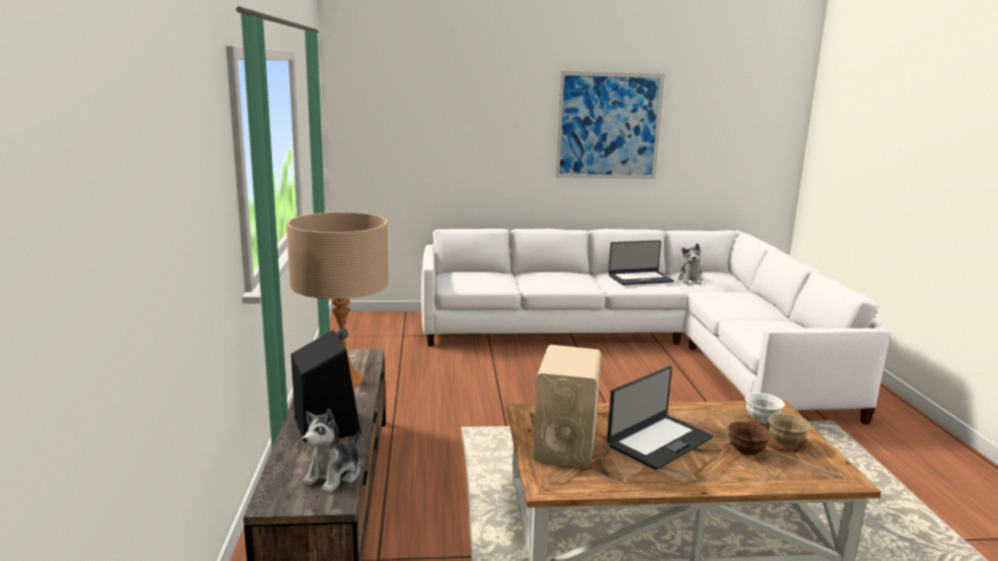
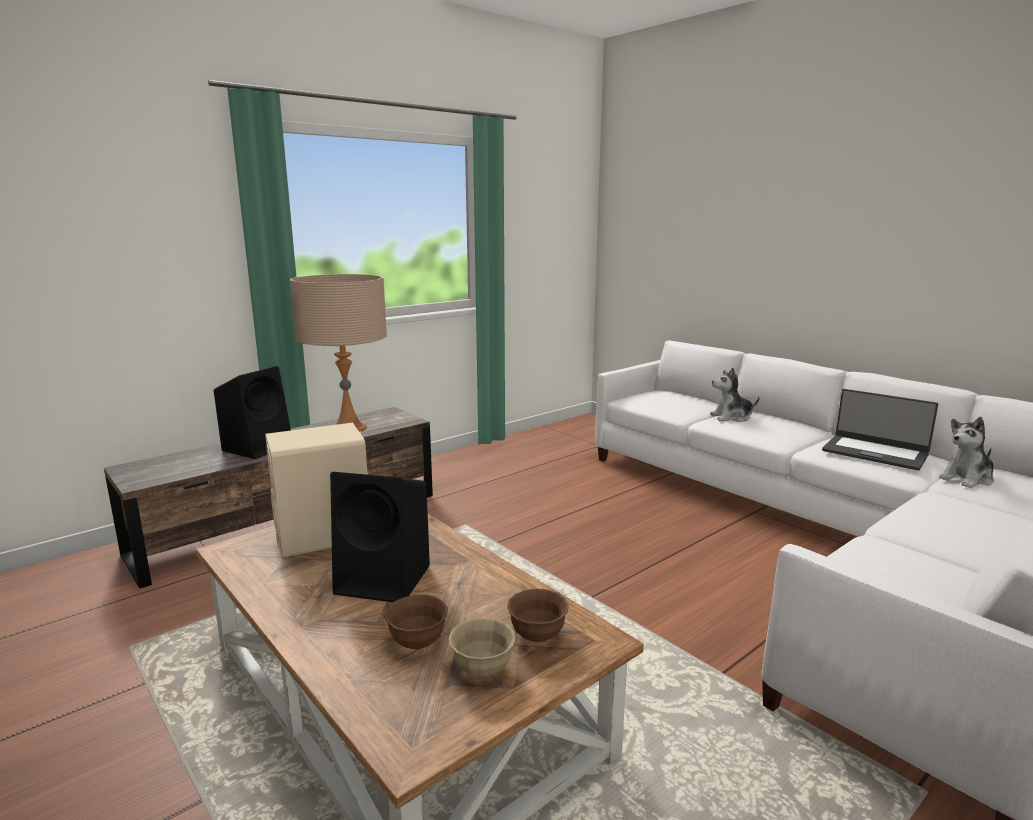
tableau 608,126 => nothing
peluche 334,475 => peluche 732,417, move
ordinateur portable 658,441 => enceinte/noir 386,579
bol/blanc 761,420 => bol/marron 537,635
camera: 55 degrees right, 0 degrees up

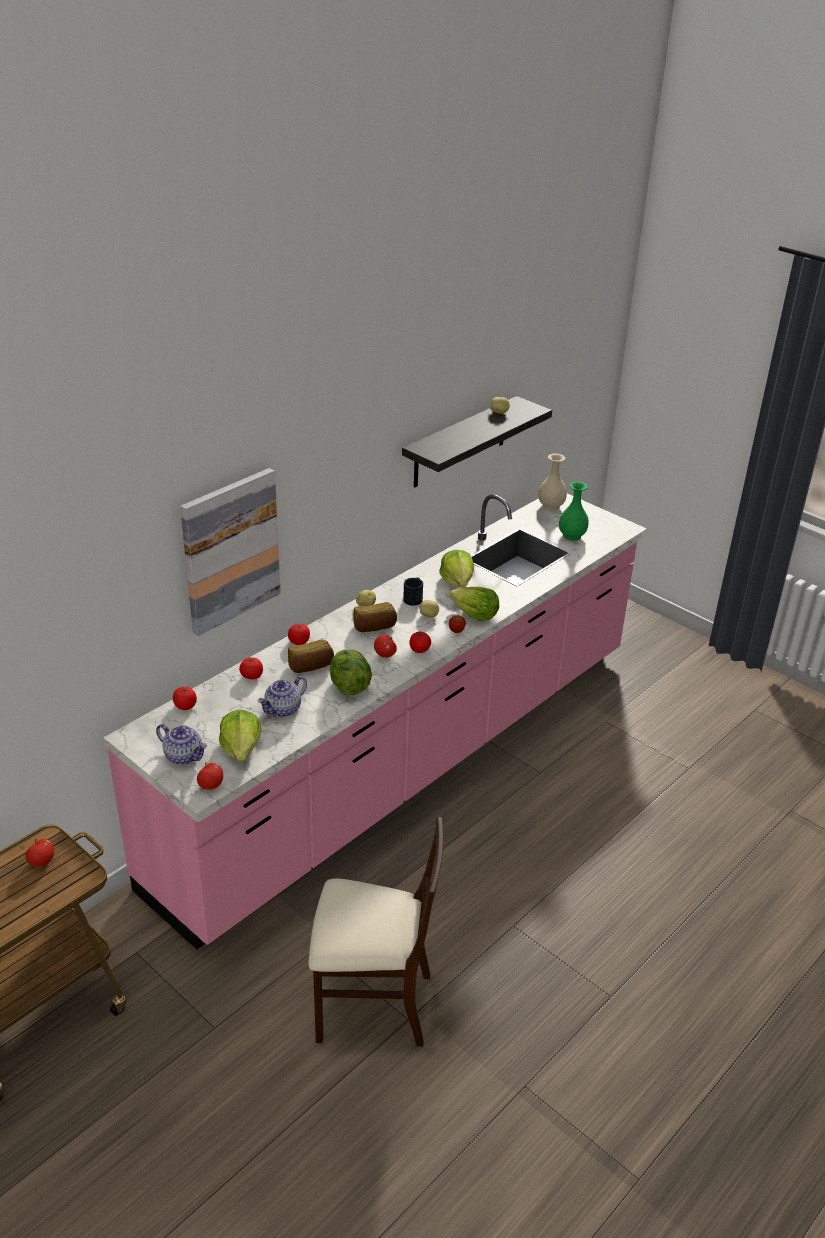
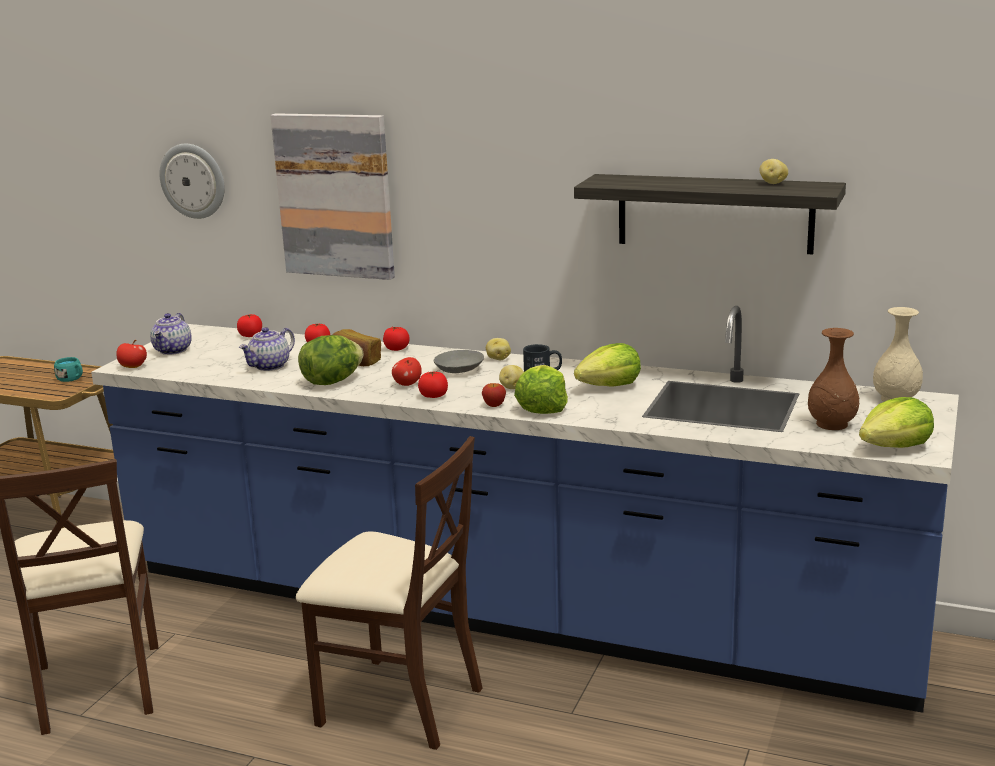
nothing => horloge murale 193,180
nothing => chaise/beige 399,703
laitue 241,748 => laitue 895,447, move
pomme 42,862 => mug/turquoise 72,379
pain 374,627 => bol/gris 458,370
comptoir de cuisine/rose 407,763 => comptoir de cuisine/bleu 506,610
vase/vert 572,536 => vase/marron 831,424
théière 283,709 => théière 270,366, 75 degrees counterclockwise
camera: 70 degrees right, 15 degrees down

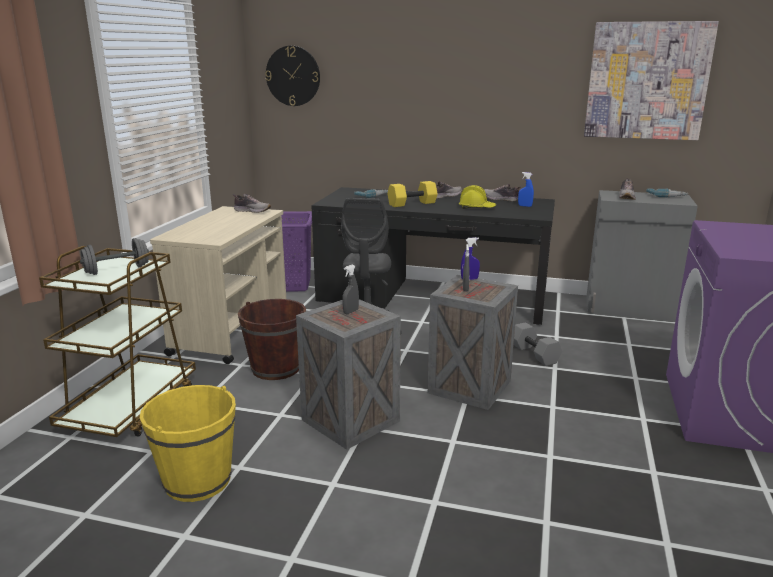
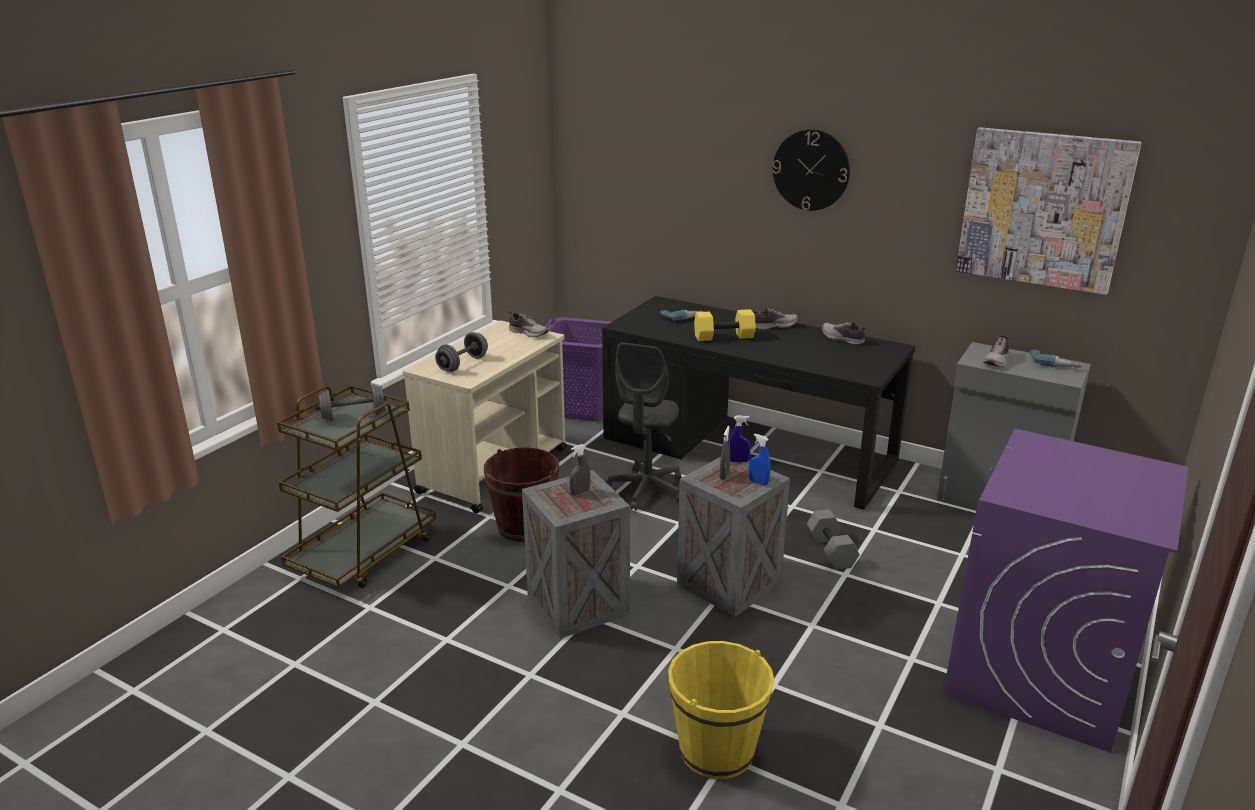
casque de chantier/jaune 476,208 => nothing
nothing => haltère/gris 463,364
seau/jaune 197,480 => seau/jaune 716,750, move
horloge murale 293,76 => horloge murale 811,170, move
vaporisateur/bleu 525,206 => vaporisateur/bleu 758,482, move
camera: 15 degrees right, 5 degrees up

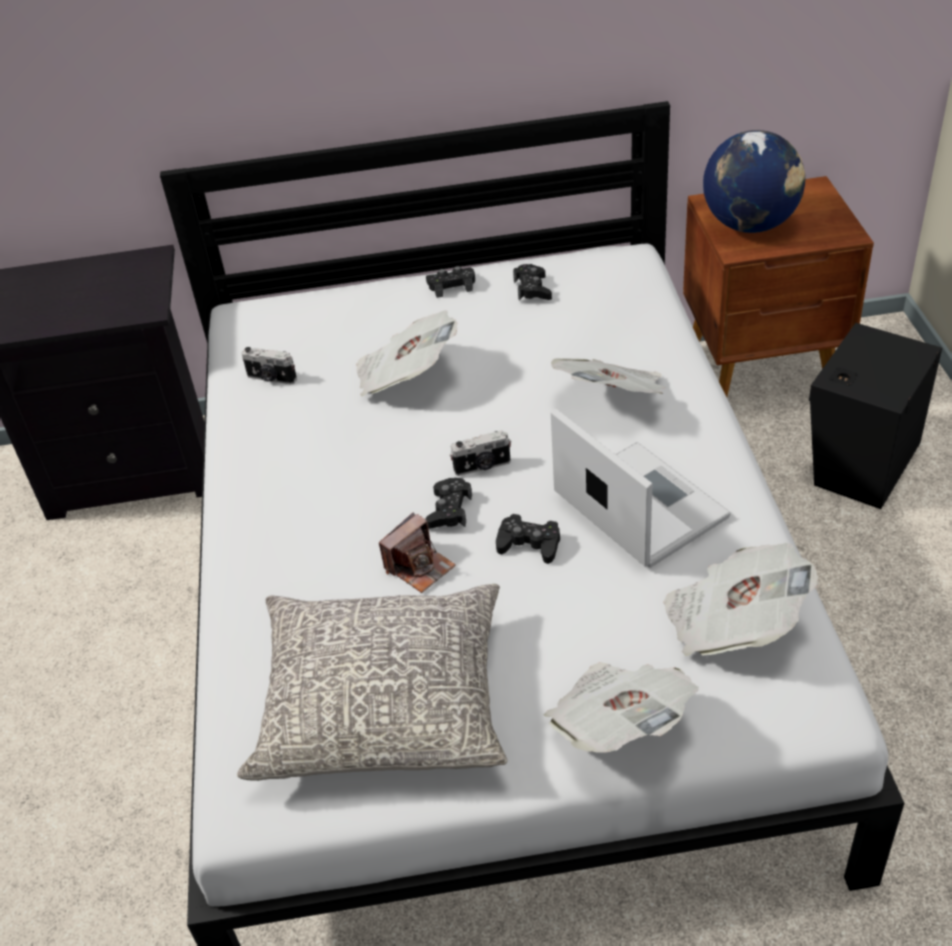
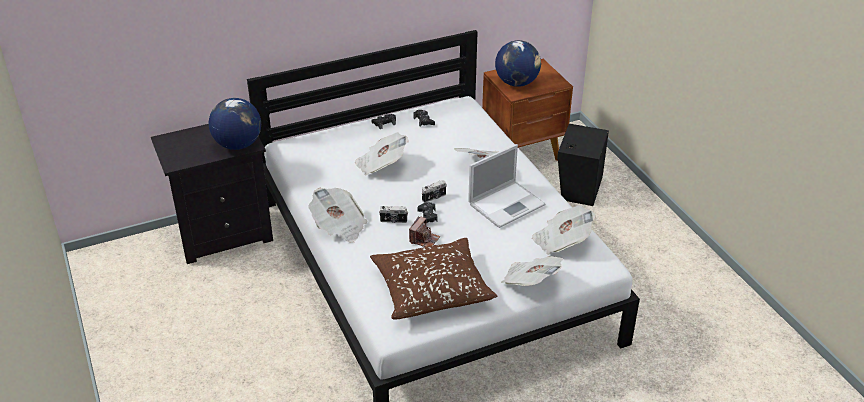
manette/noir 529,544 => nothing
nothing => globe 238,145
nothing => journal 339,226
appareil photo 271,378 => appareil photo 393,221, move
coussin/gris 383,701 => coussin/marron 432,289
ordinateur portable 637,504 => ordinateur portable 507,204, 105 degrees clockwise
camera: 20 degrees left, 5 degrees down

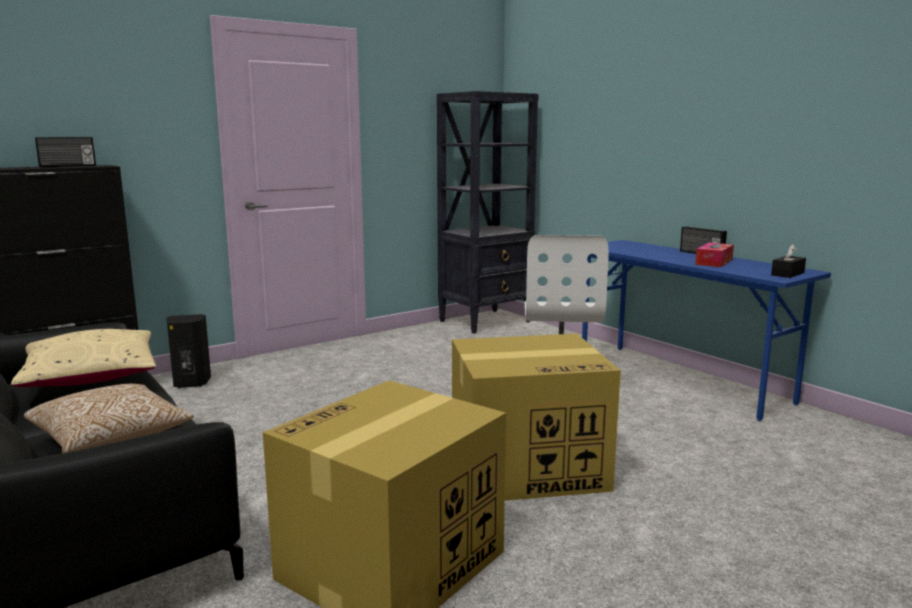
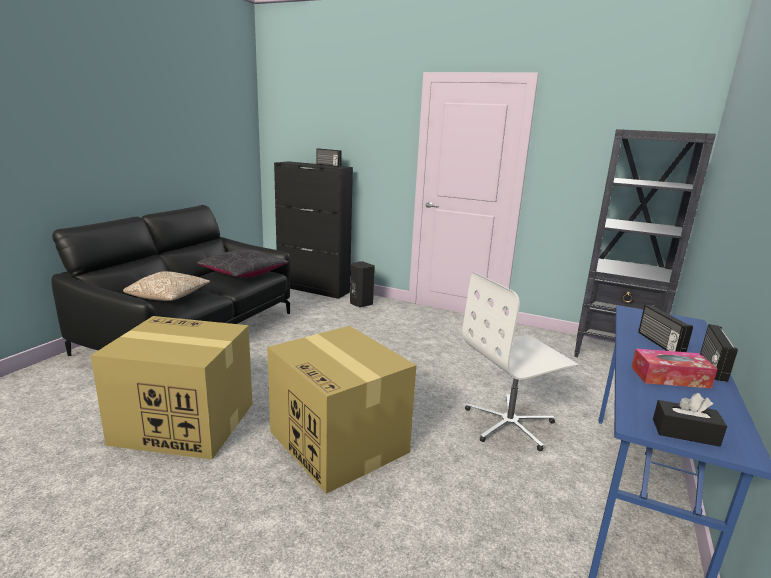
nothing => radio 659,343
coussin/beige 91,377 => coussin/noir 243,273
camera: 60 degrees right, 5 degrees up

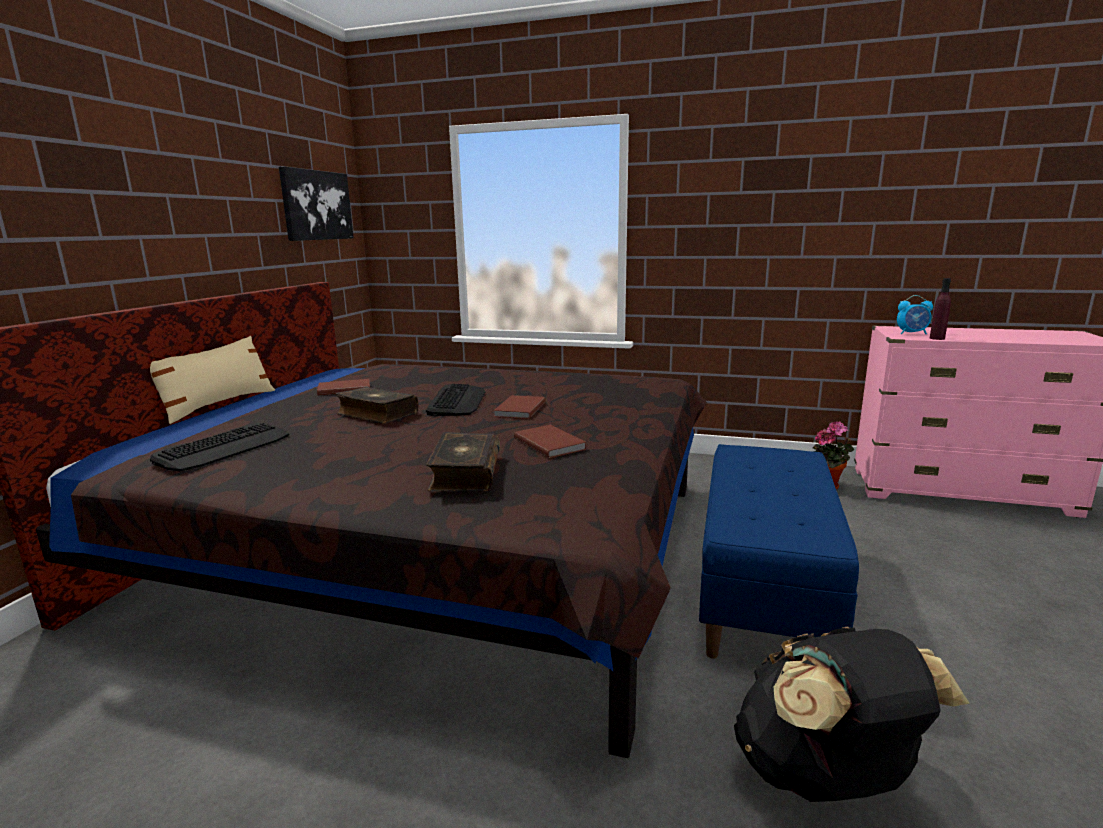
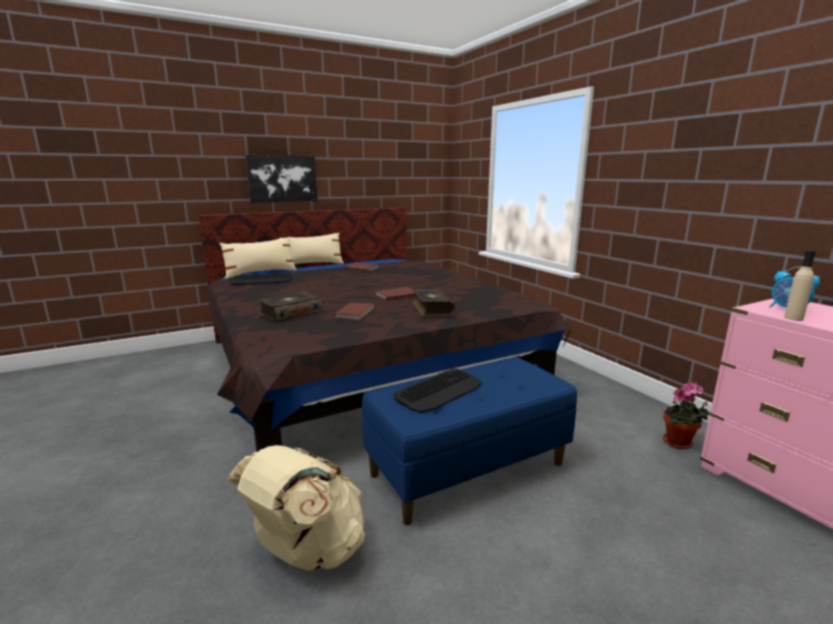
nothing => coussin/beige 260,273
tableau 316,205 => tableau 282,178, move
livre 376,414 => livre 431,309, move
clavier 457,401 => clavier 439,391, move
sac à dos/noir 825,777 => sac à dos/beige 307,550
bouteille/violet 937,338 => bouteille/beige 793,318
camera: 45 degrees right, 0 degrees up

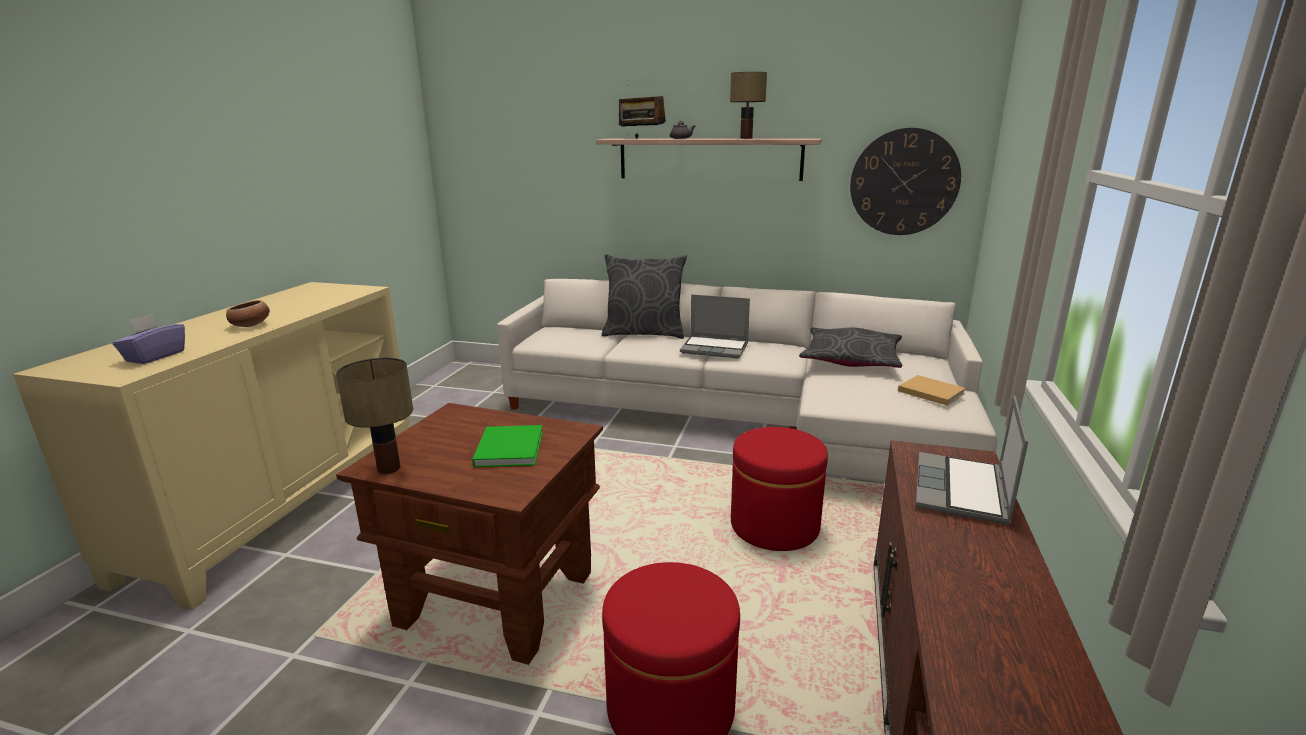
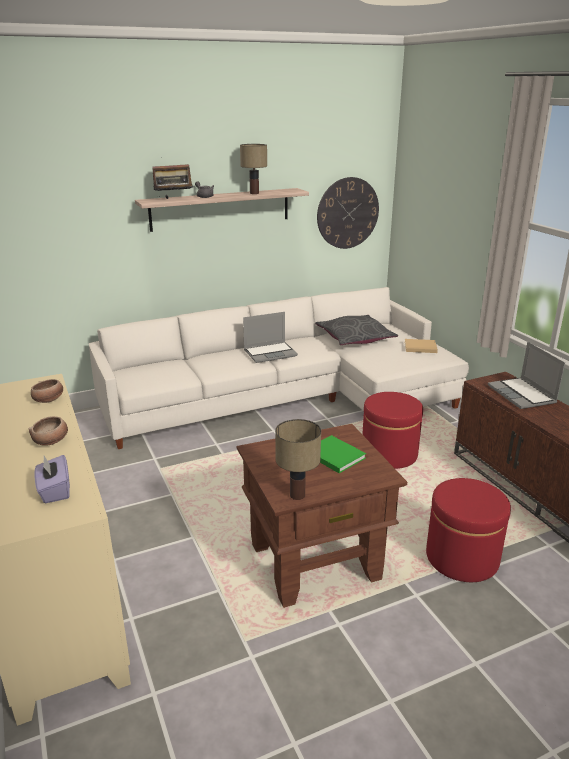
coussin/gris 644,333 => nothing
nothing => bol 49,400
camera: 40 degrees left, 5 degrees up

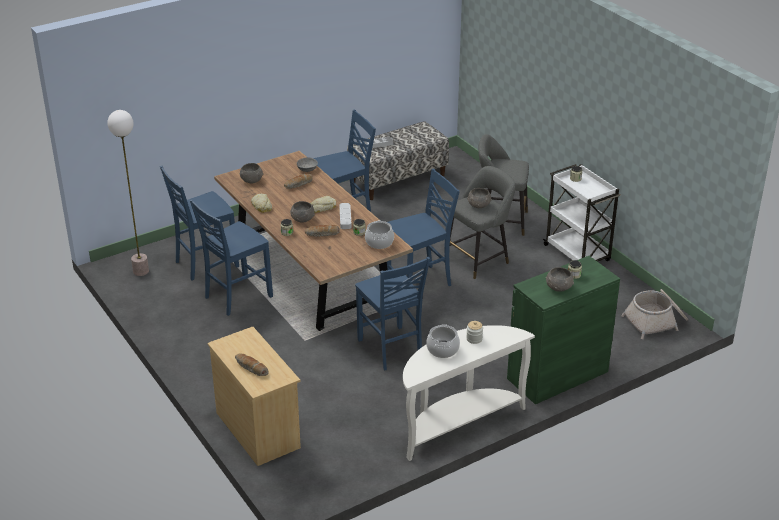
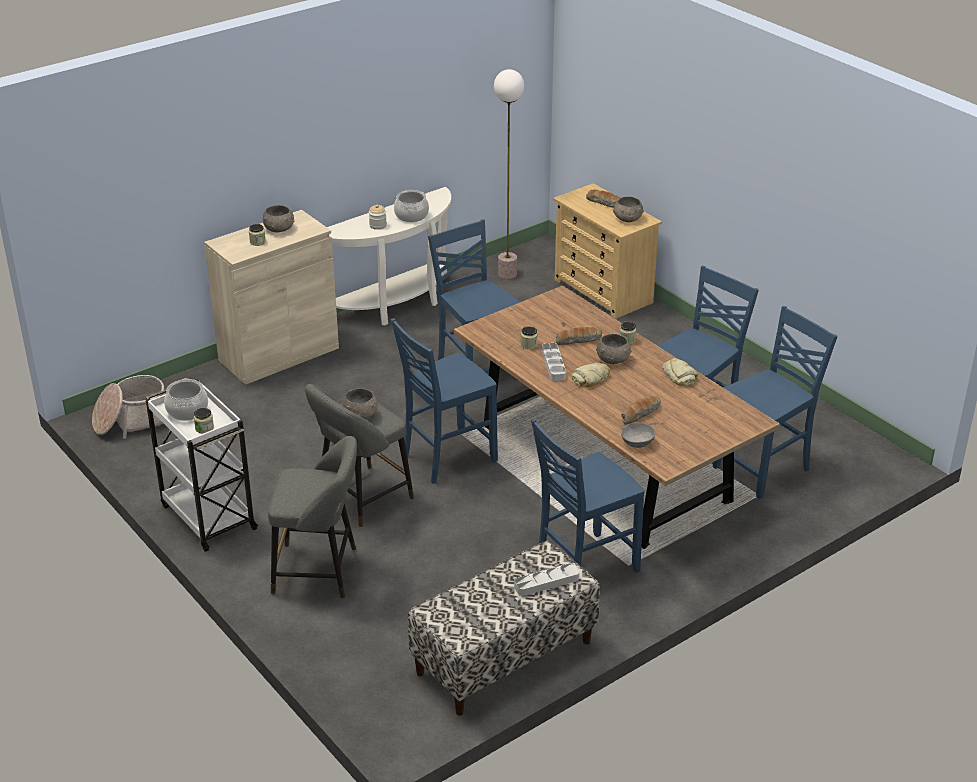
lampadaire 141,271 => lampadaire 507,274, move
bol/gris 251,180 => bol/gris 627,219, move
marmite 379,242 => marmite 187,410, move
meuble de rangement/vert 557,375 => meuble de rangement/beige 279,354
camera: 175 degrees right, 0 degrees up

